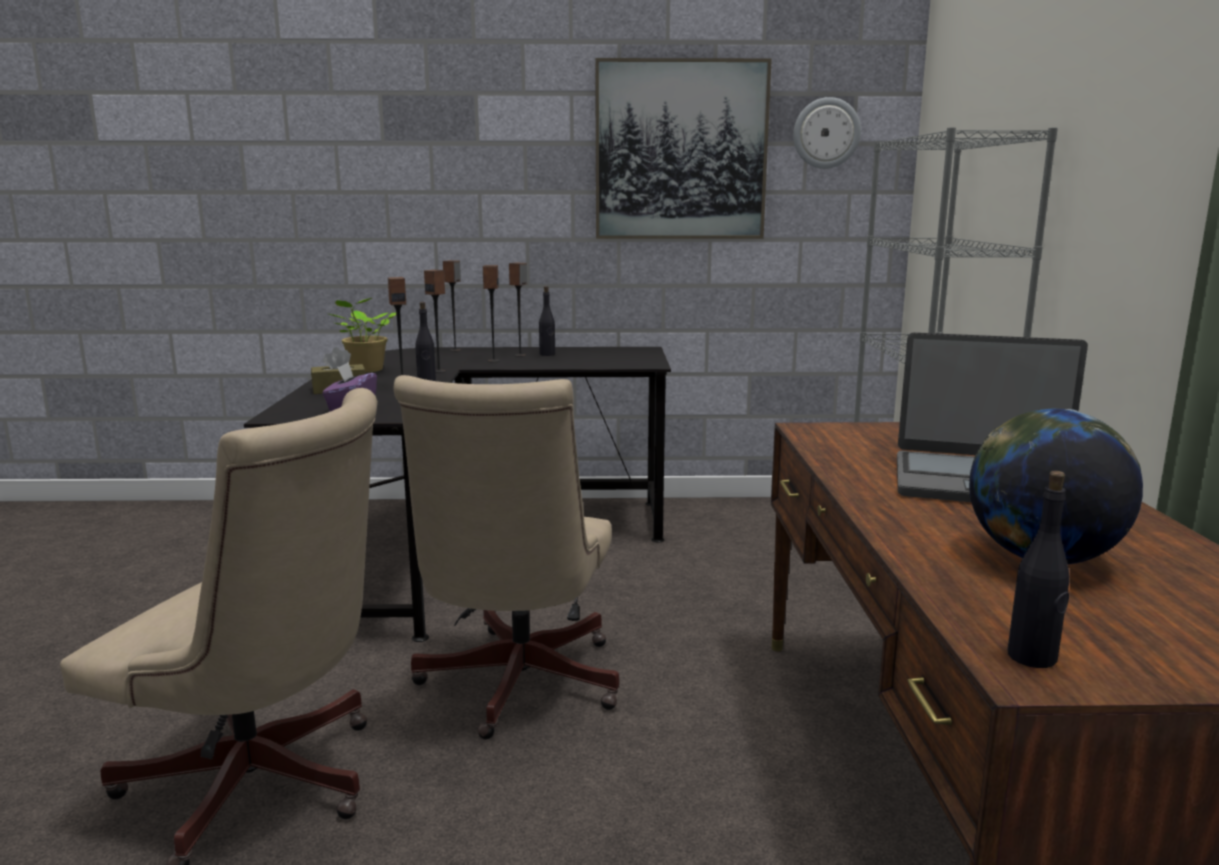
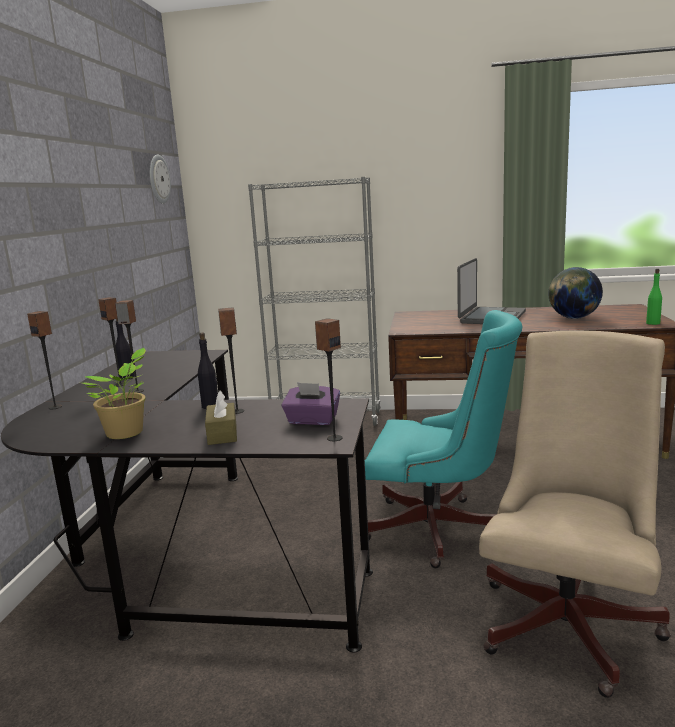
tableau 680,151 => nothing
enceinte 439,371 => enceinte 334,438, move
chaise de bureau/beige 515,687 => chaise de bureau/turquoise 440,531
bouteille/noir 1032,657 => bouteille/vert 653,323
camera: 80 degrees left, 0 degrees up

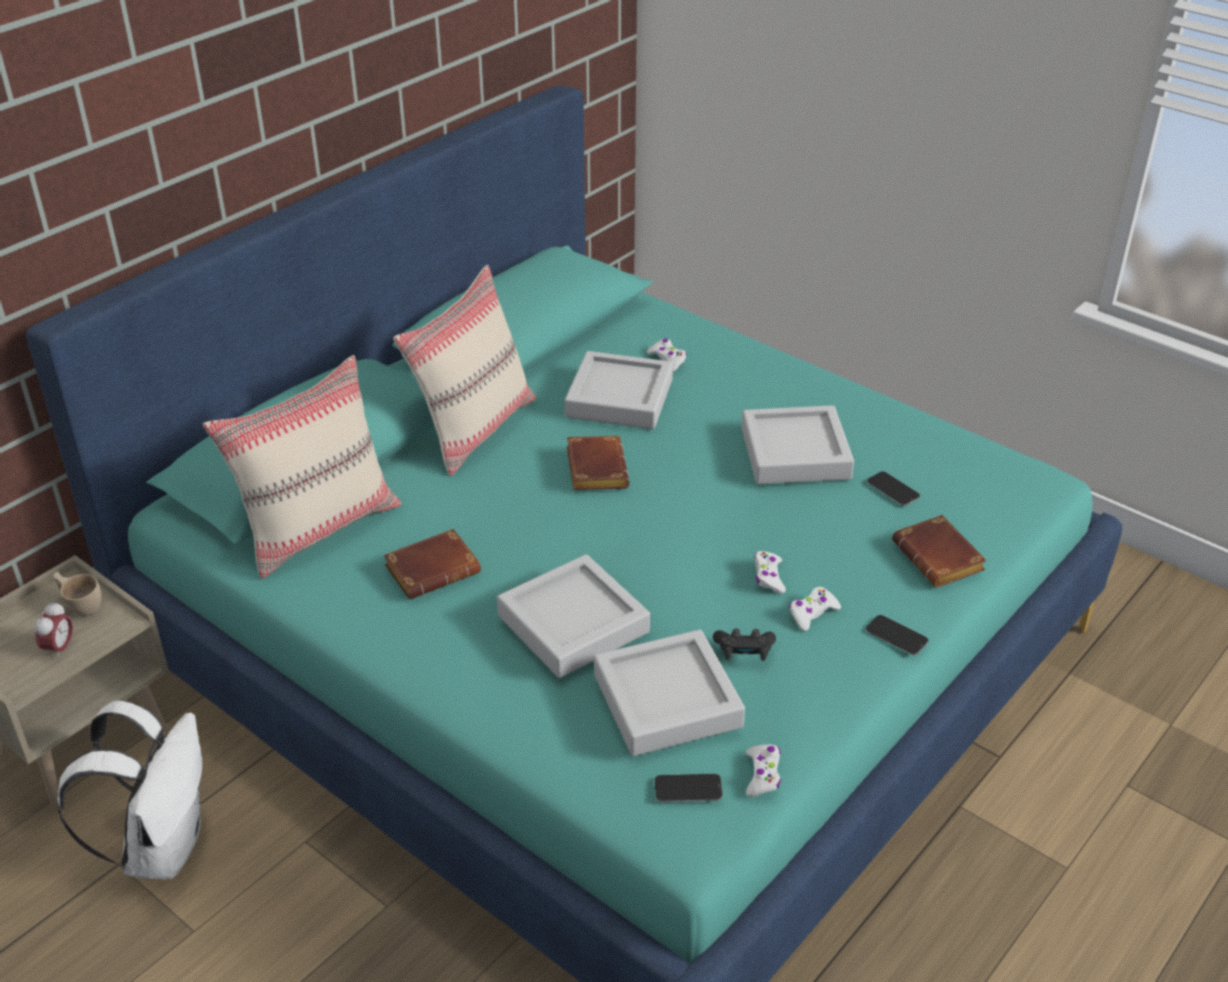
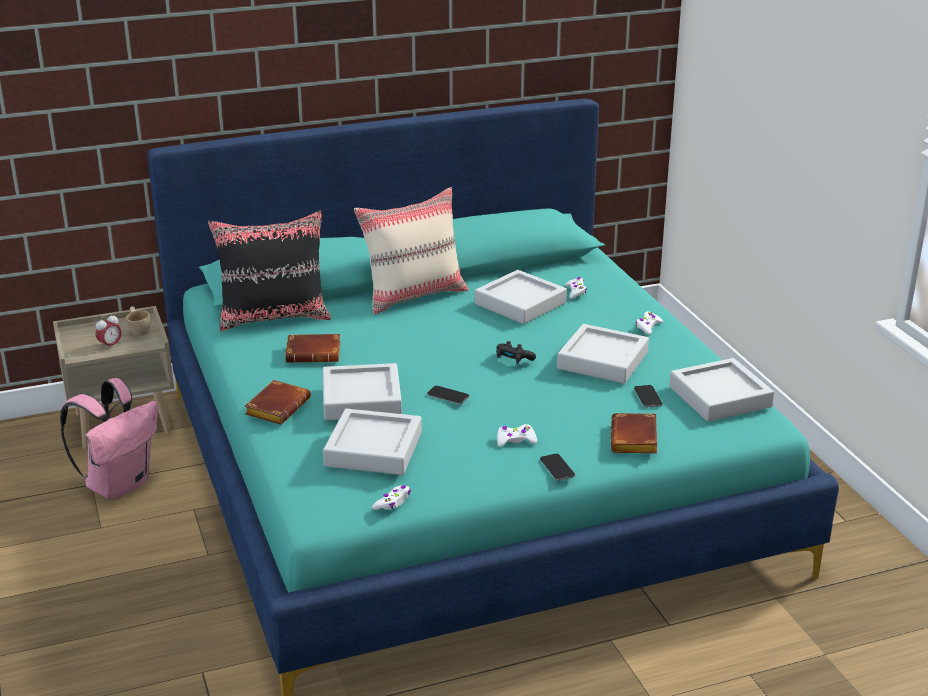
nothing => plateau/gris 720,397
livre/marron 594,468 => livre/marron 277,407, move
téléphone 688,789 => téléphone 448,396, move
manette/noir 744,651 => manette/noir 513,359, move
manette/blanc 768,577 => manette/blanc 648,327, move
sac à dos/blanc 162,847 => sac à dos/rose 119,484
coussin/beige 318,527 => coussin/noir 274,317
camera: 30 degrees right, 10 degrees down

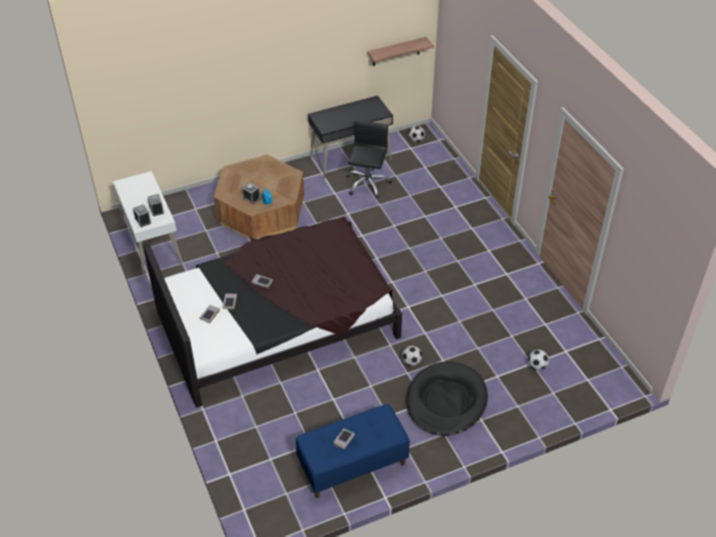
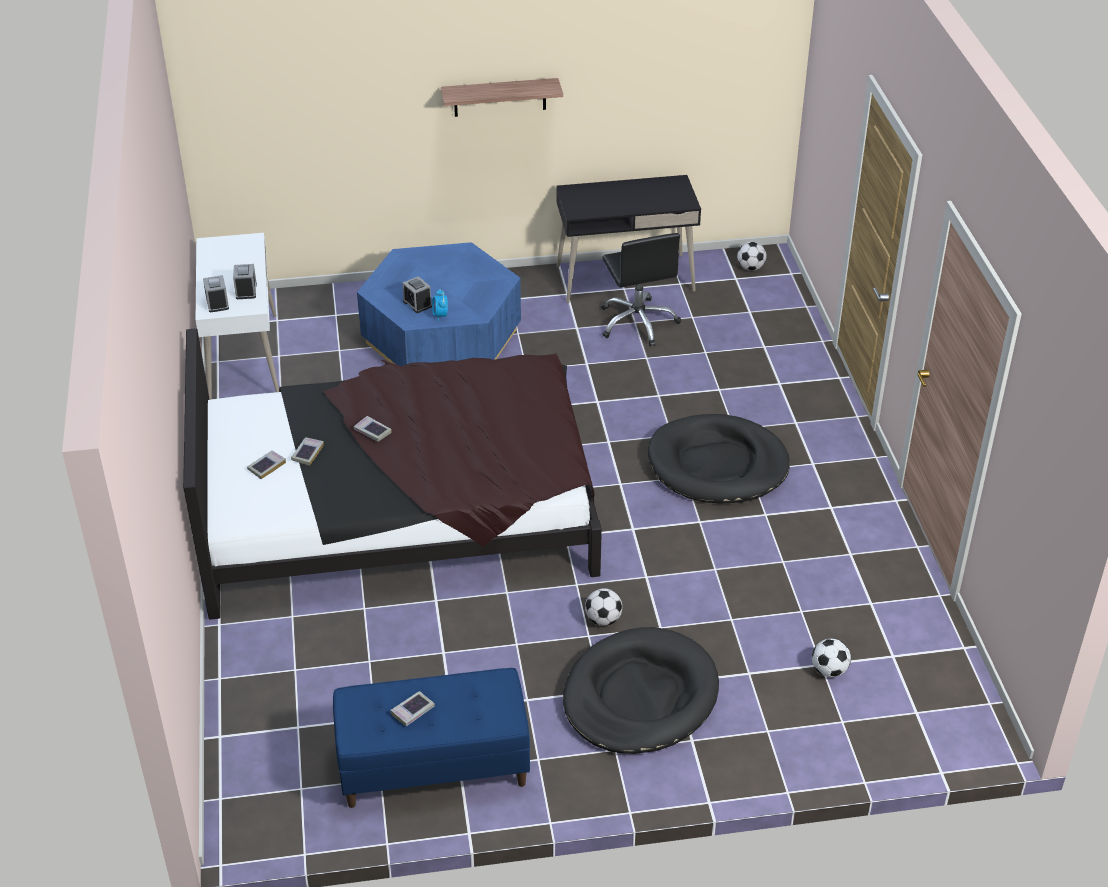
nothing => panier pour chien/noir 717,465
étagère 396,51 => étagère 500,97, move
table basse/marron 261,212 => table basse/bleu 442,337
chaise de bureau/noir 367,184 => chaise de bureau/noir 638,322, 135 degrees clockwise
camera: 15 degrees right, 5 degrees down

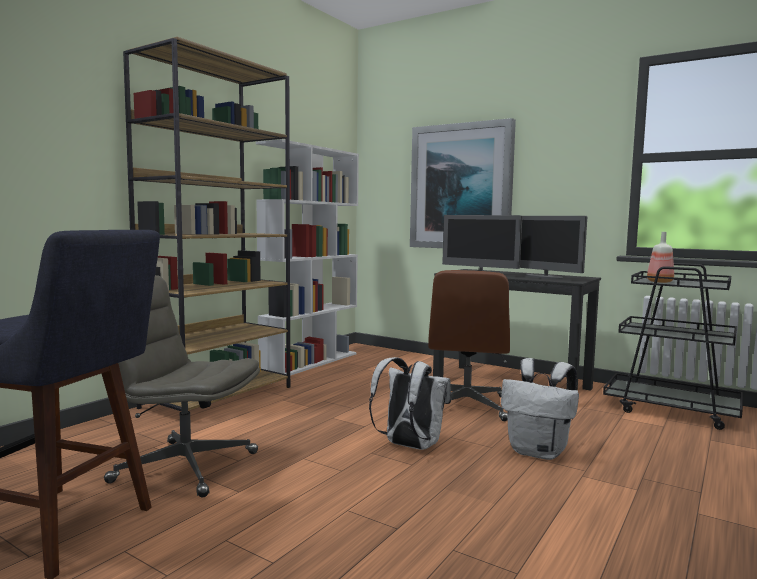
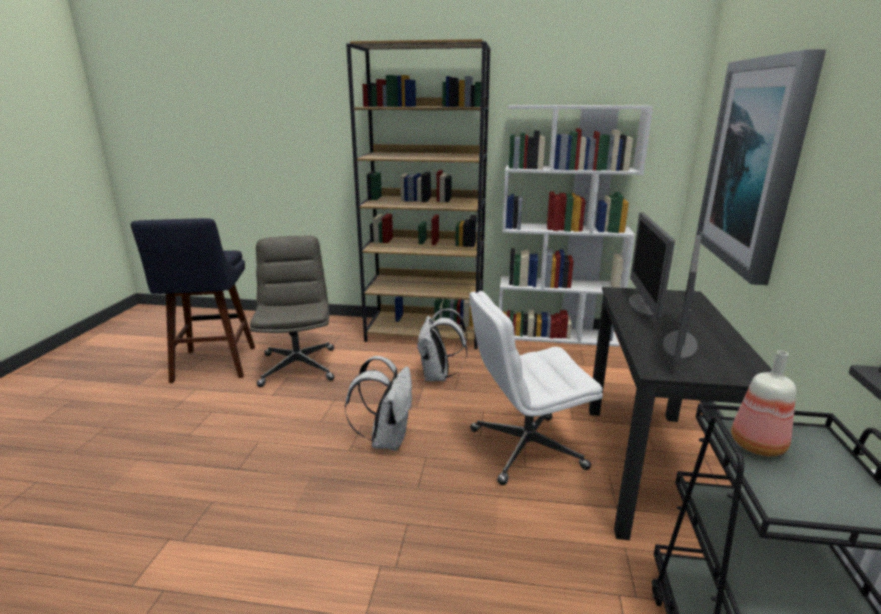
sac à dos/blanc 539,452 => sac à dos/blanc 438,376, move
chaise de bureau/marron 466,406 => chaise de bureau/blanc 525,449
camera: 65 degrees right, 15 degrees up

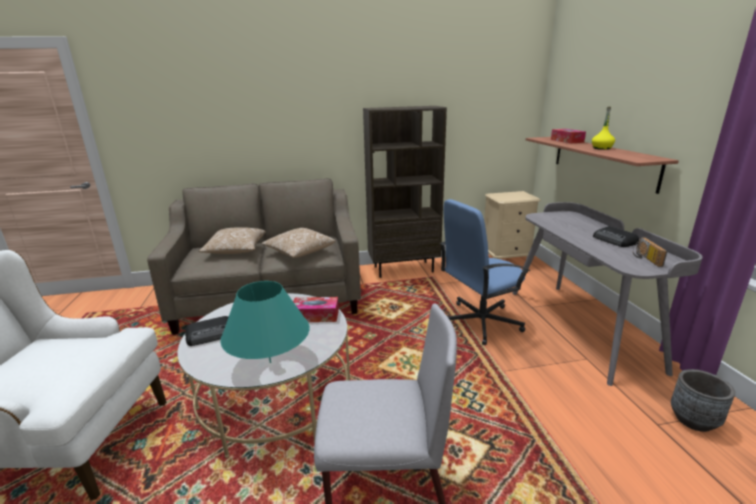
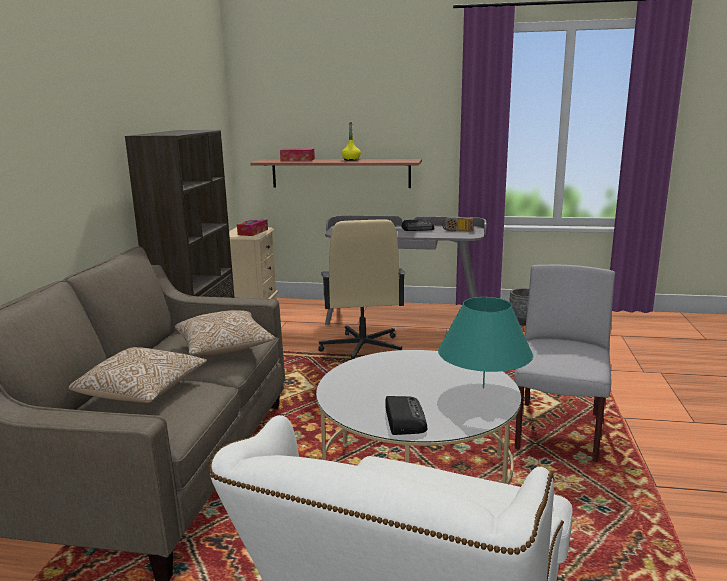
boîte à mouchoirs 315,316 => boîte à mouchoirs 253,232, move
chaise de bureau/bleu 480,322 => chaise de bureau/beige 362,349
camera: 70 degrees left, 5 degrees down

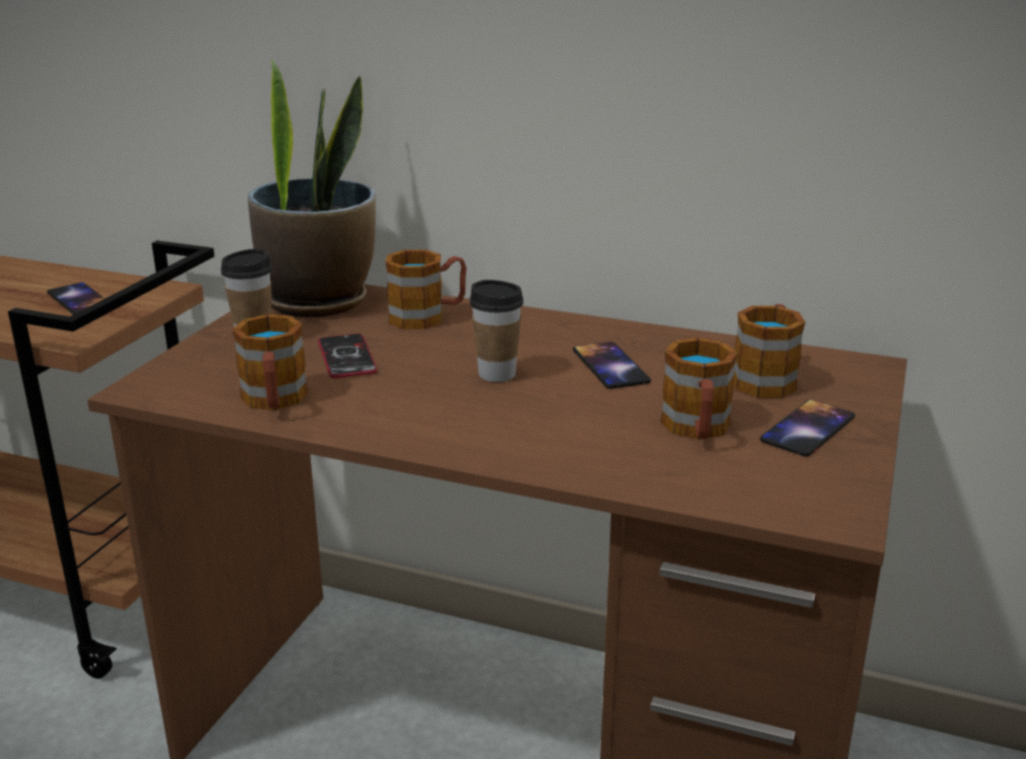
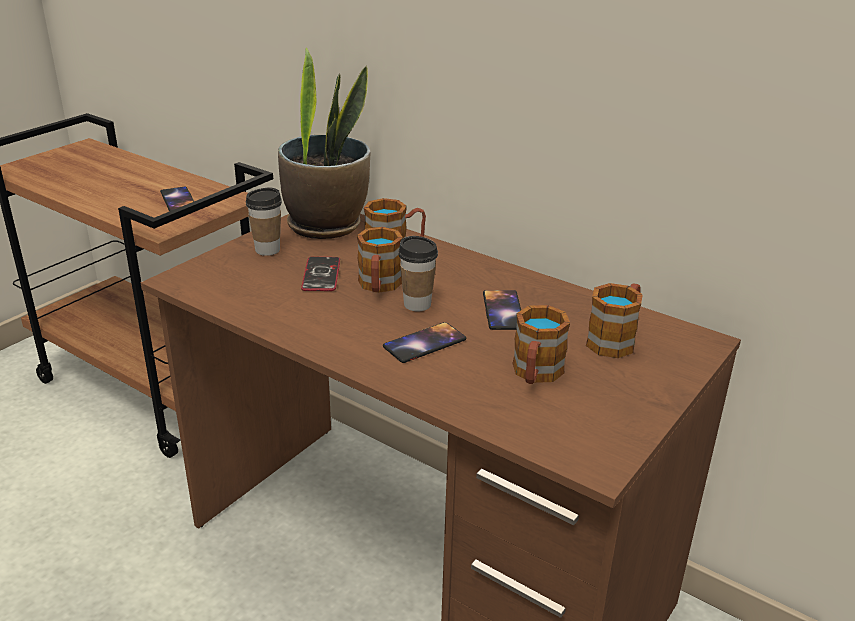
mug 274,401 => mug 379,286, move
téléphone 807,429 => téléphone 424,343, move
camera: 15 degrees right, 5 degrees up

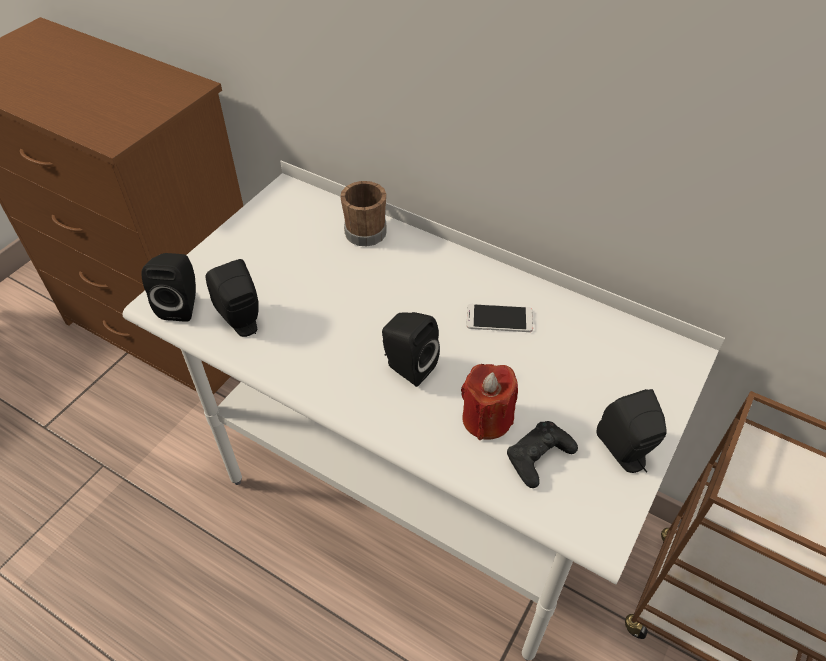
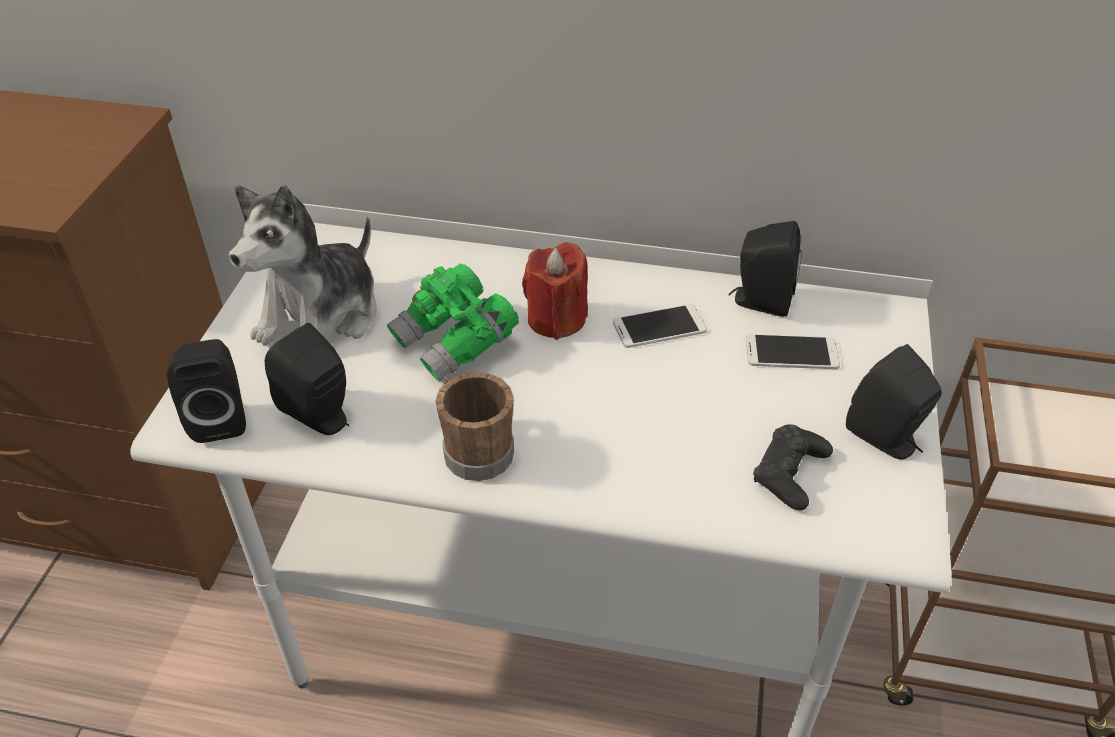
nothing => peluche 321,318
nothing => jumelles/vert 455,343
nothing => téléphone 791,353
mug/marron 367,229 => mug/marron 479,448, move
enceinte/noir 407,367 => enceinte/noir 759,301, move
bougie/rouge 486,419 => bougie/rouge 556,319, move
camera: 20 degrees left, 5 degrees down

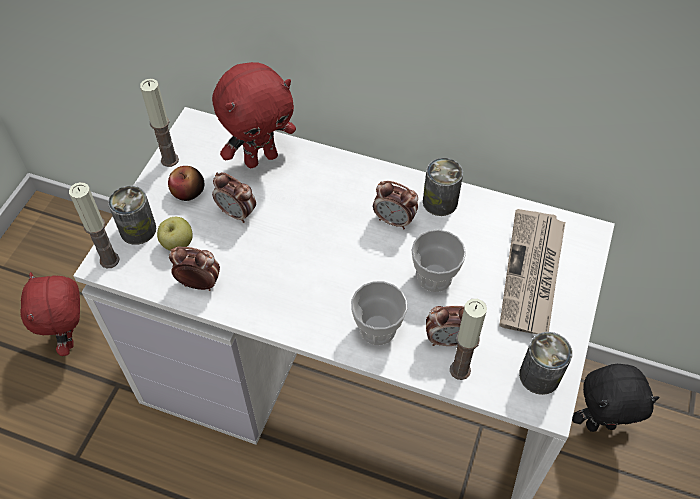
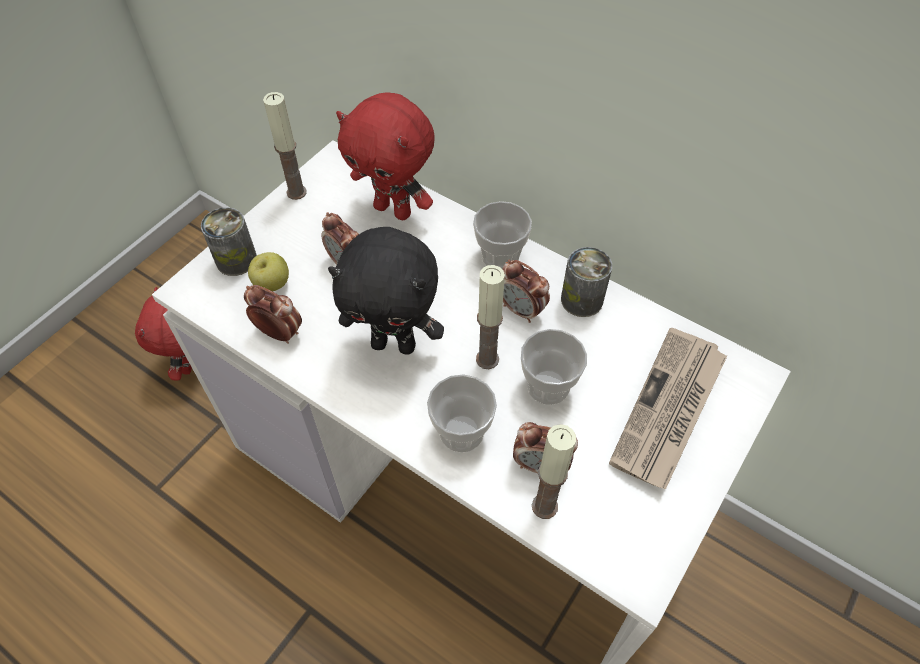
pomme 188,192 => nothing
boîte métallique 539,375 => nothing
nothing => tasse 500,256
bougie 109,260 => bougie 487,359, move
peluche/noir 600,423 => peluche/noir 394,344, move
peluche/rouge 261,158 => peluche/rouge 394,210, 45 degrees clockwise
camera: 15 degrees right, 0 degrees up

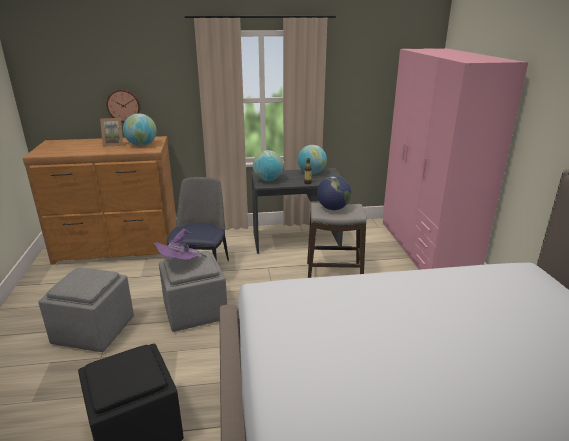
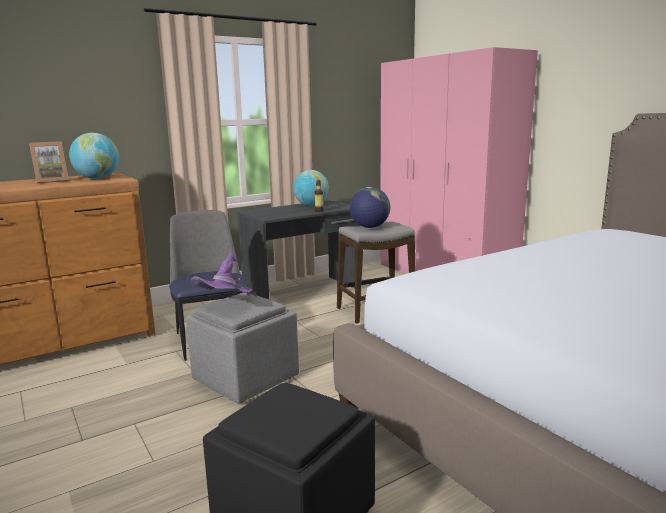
pouf/gris 95,331 => nothing
horloge murale 123,105 => nothing
globe 268,180 => nothing
camera: 25 degrees left, 10 degrees down

